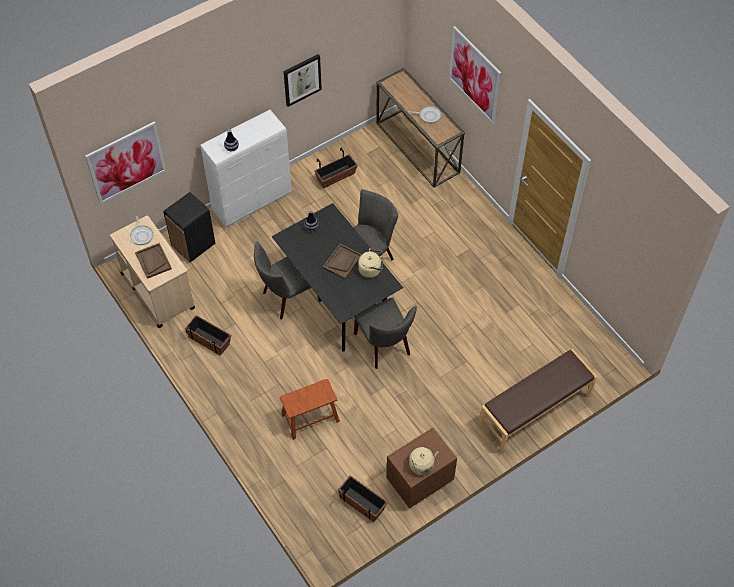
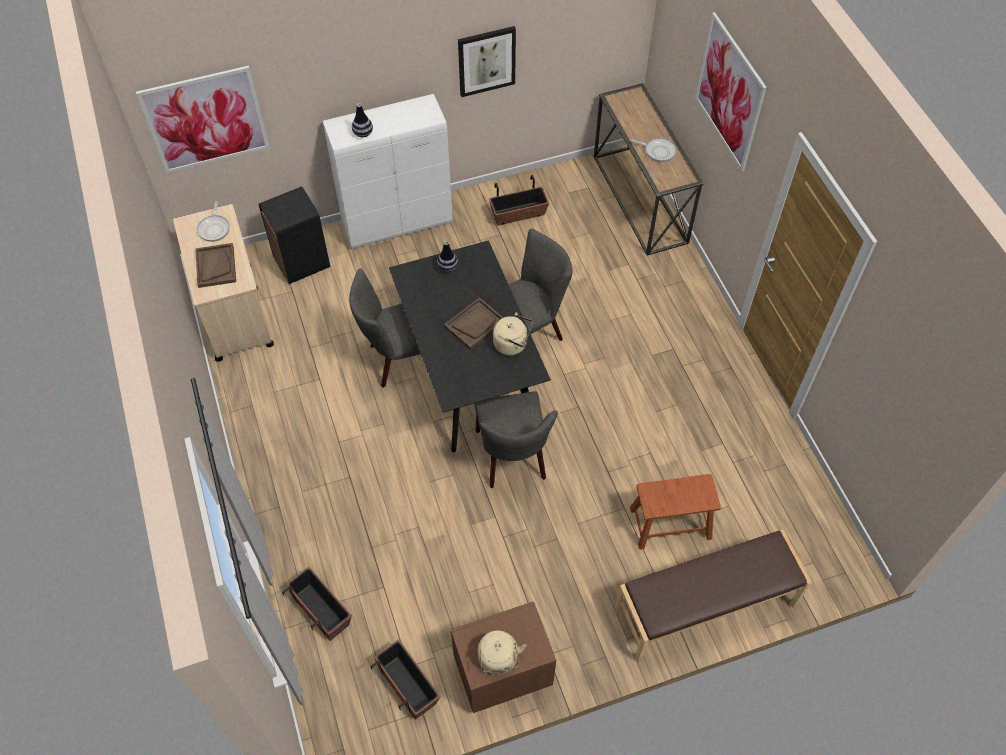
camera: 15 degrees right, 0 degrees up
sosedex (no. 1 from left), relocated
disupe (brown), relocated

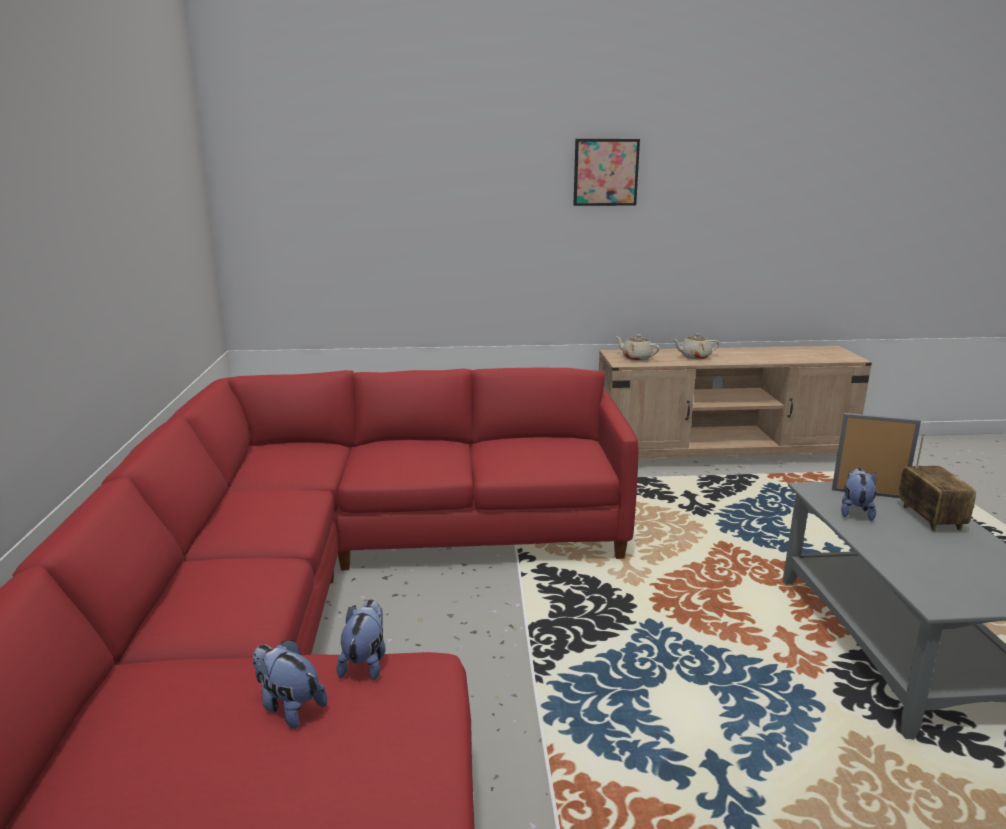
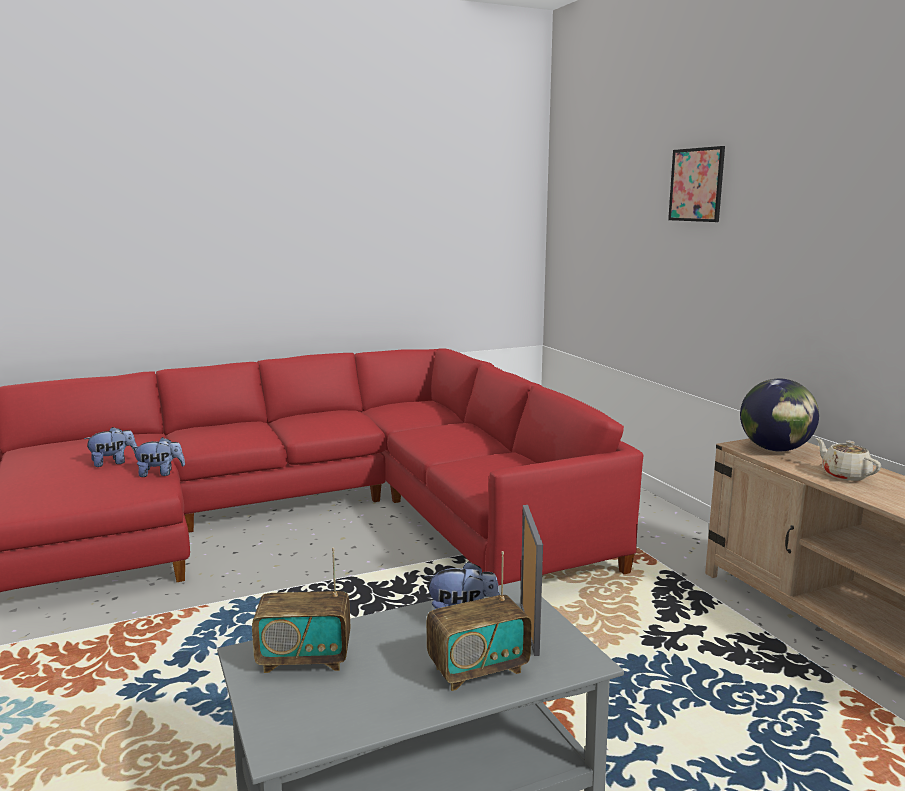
camera: 70 degrees right, 5 degrees down
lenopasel (no. 1 from left), 45 degrees clockwise
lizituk, relocated
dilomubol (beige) (no. 1 from left) -> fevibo
none -> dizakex (no. 1 from left)

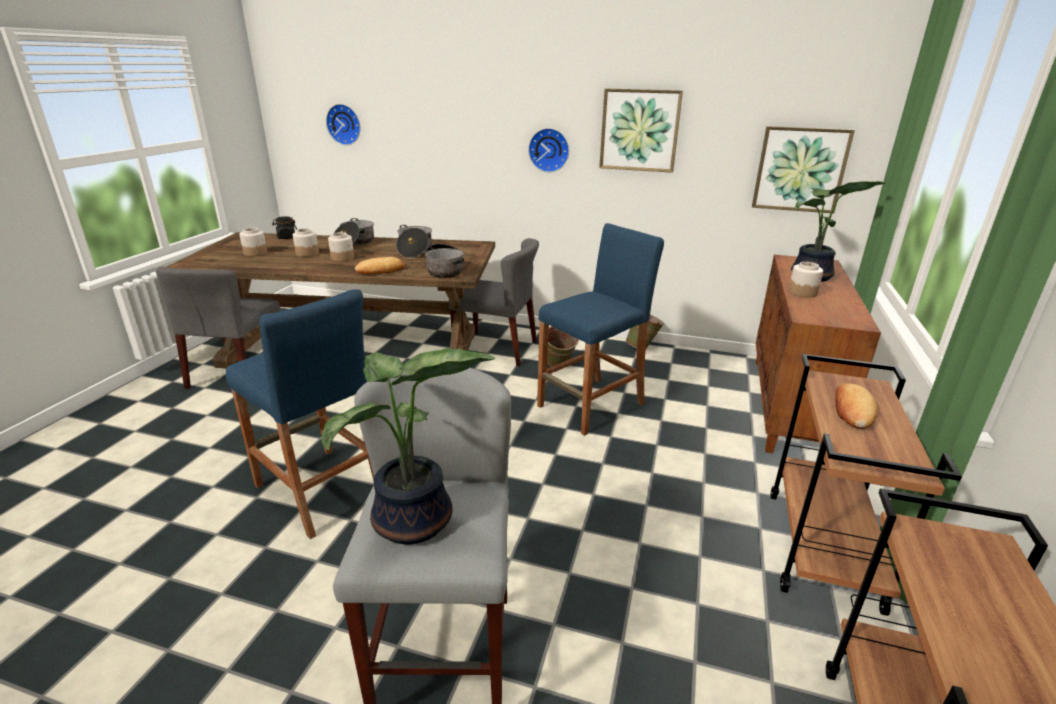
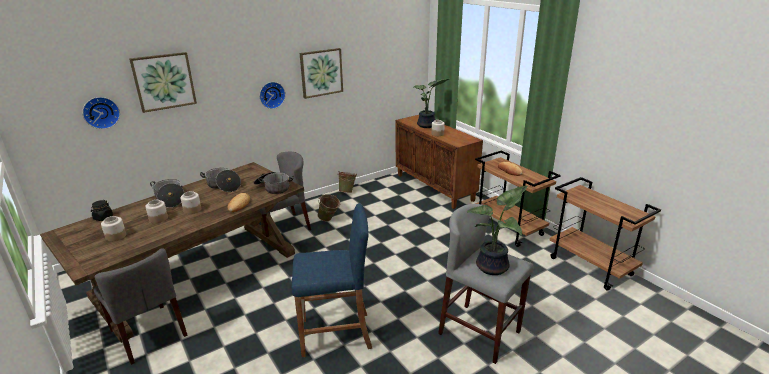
camera: 50 degrees left, 0 degrees up
disupe (blue) (no. 2 from left) -> none
lizituk (no. 2 from left in the first image) -> lizituk (no. 1 from left), relocated

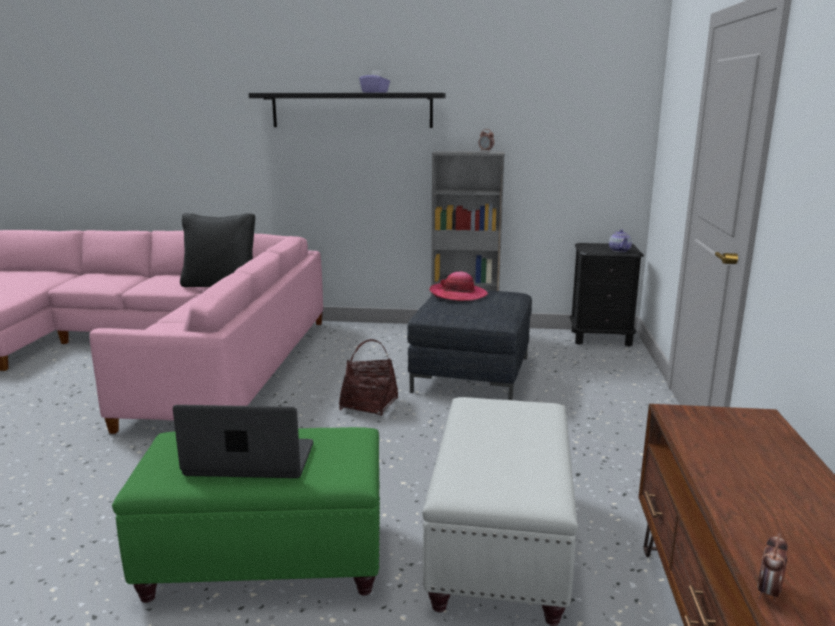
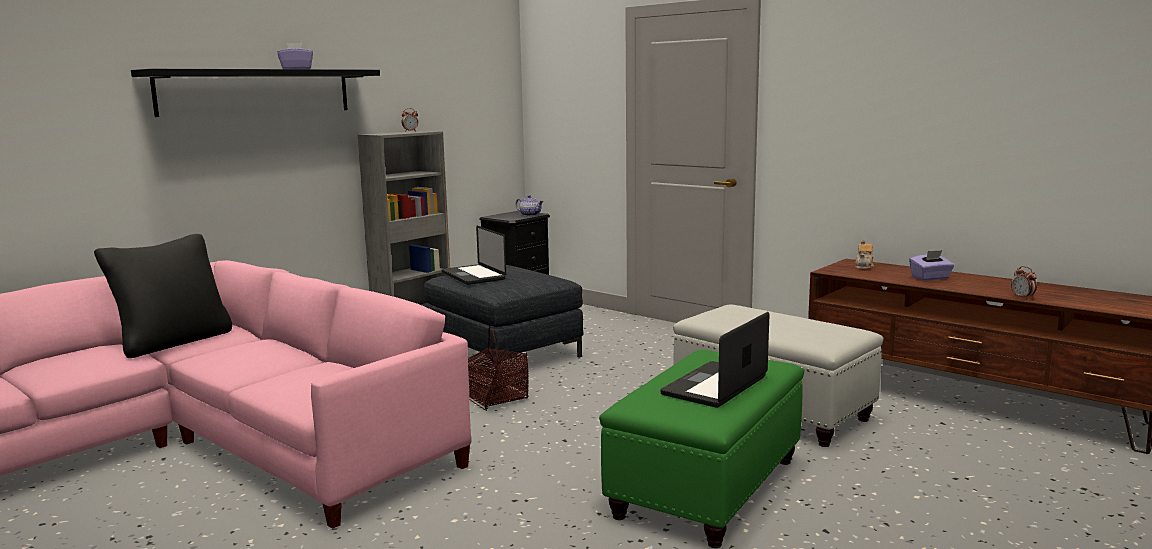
camera: 55 degrees left, 5 degrees down
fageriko -> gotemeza (no. 1 from left)
none -> dilomubol (no. 2 from left)
none -> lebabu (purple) (no. 2 from left)

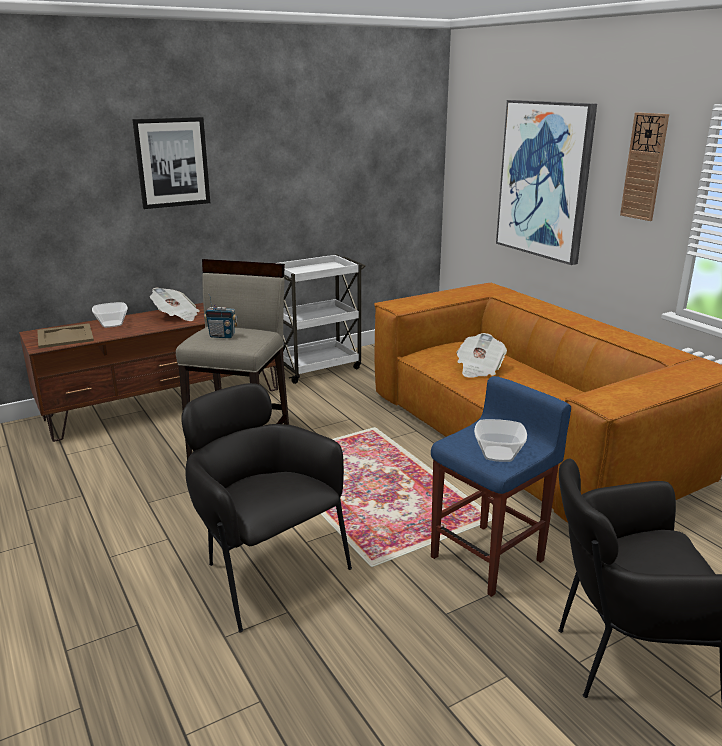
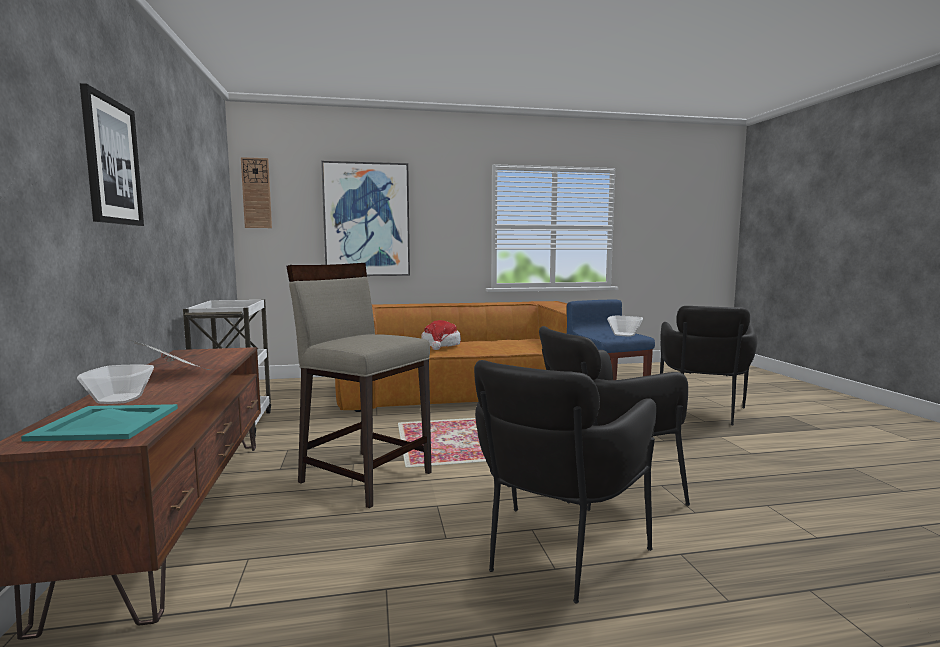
camera: 70 degrees left, 15 degrees down
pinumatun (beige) -> pinumatun (turquoise)
dizakex -> none
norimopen (no. 2 from left) -> fageriko
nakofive, relocated
none -> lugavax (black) (no. 1 from left)

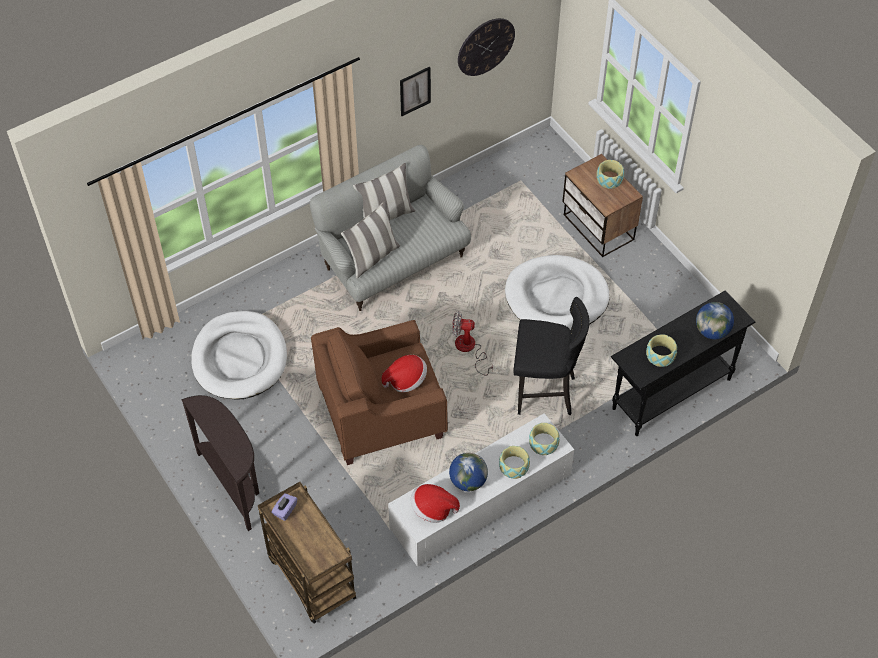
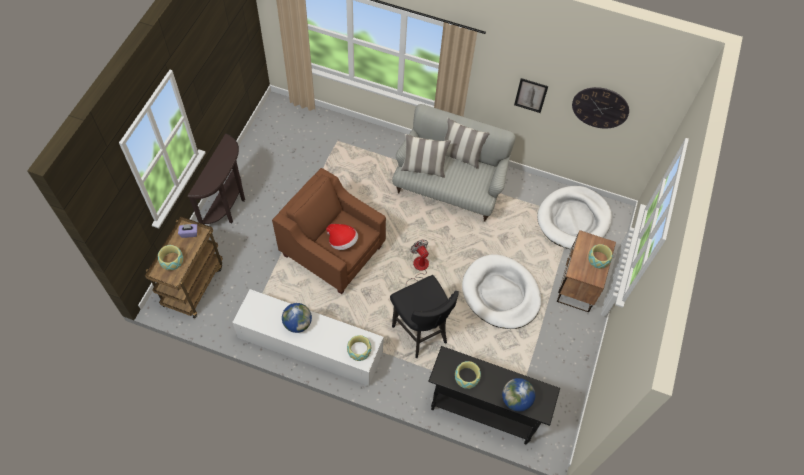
camera: 50 degrees right, 5 degrees up
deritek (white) (no. 1 from left in the first image) -> deritek (white) (no. 2 from left), relocated
fageriko (no. 2 from left) -> none
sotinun (no. 1 from left), relocated

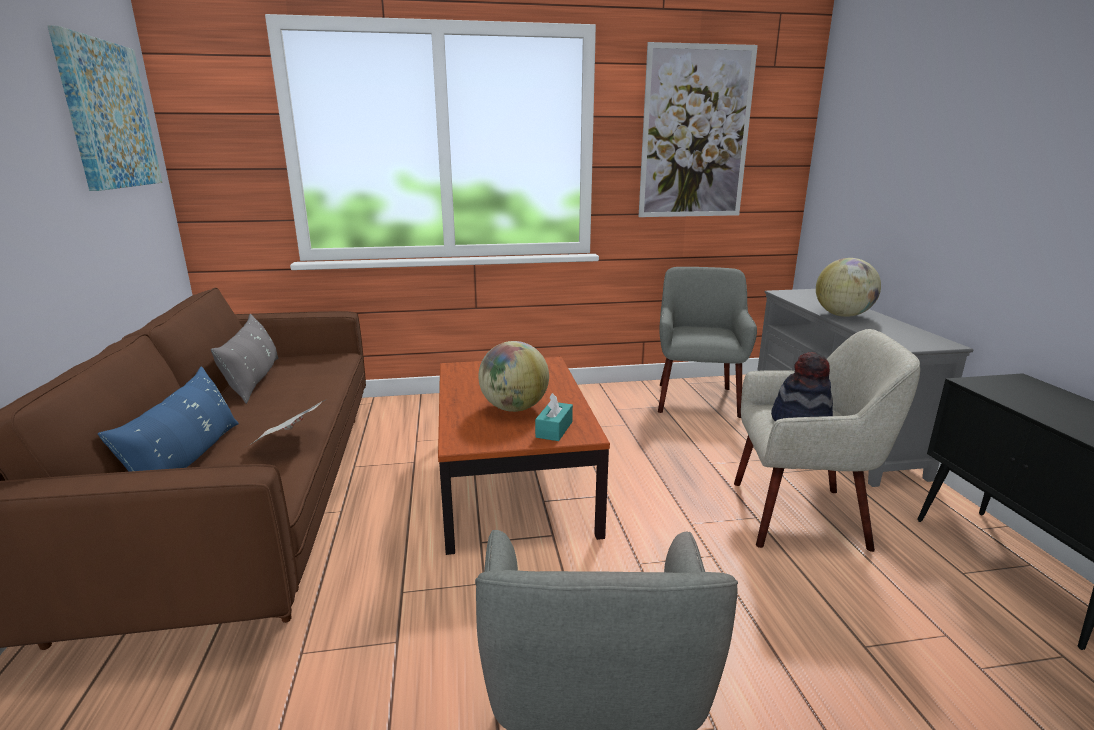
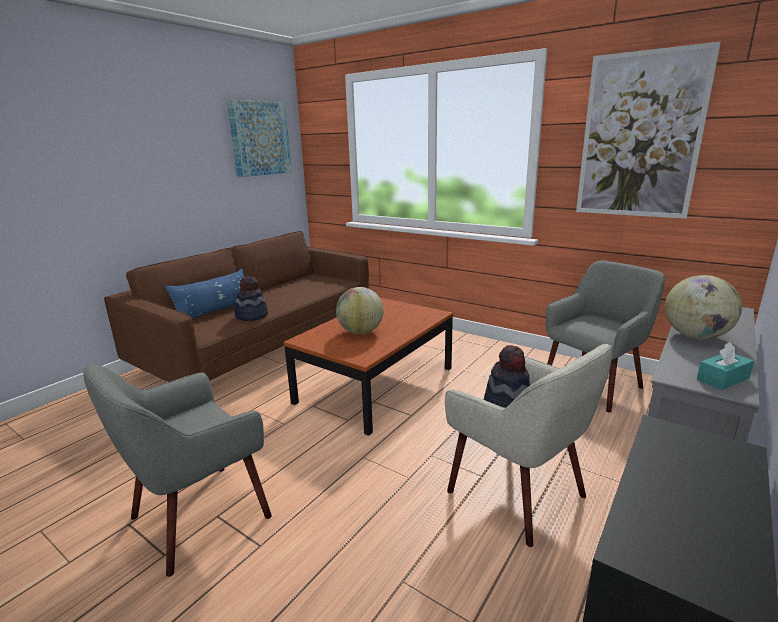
camera: 45 degrees right, 0 degrees up
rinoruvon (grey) -> none
norimopen -> fageriko (no. 1 from left)
lebabu (turquoise), relocated

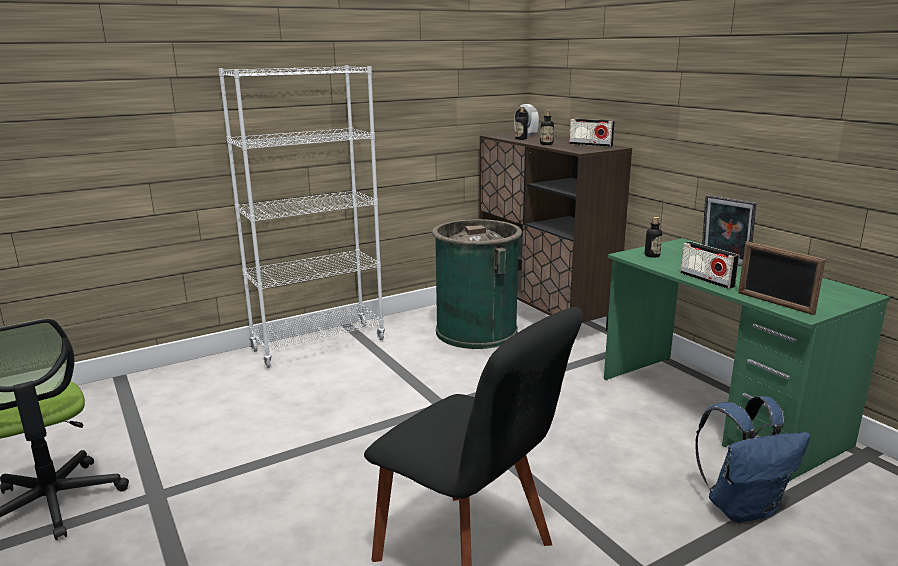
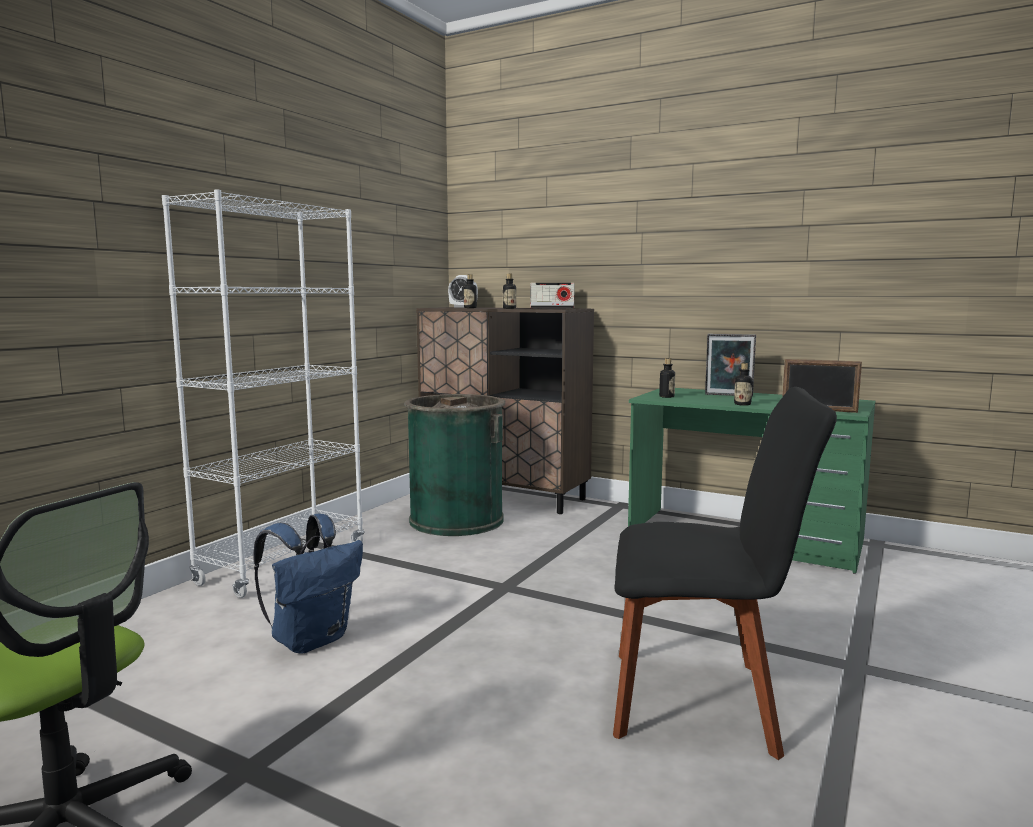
camera: 30 degrees left, 10 degrees down
dizakex (no. 2 from left) -> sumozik (no. 4 from left)
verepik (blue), relocated

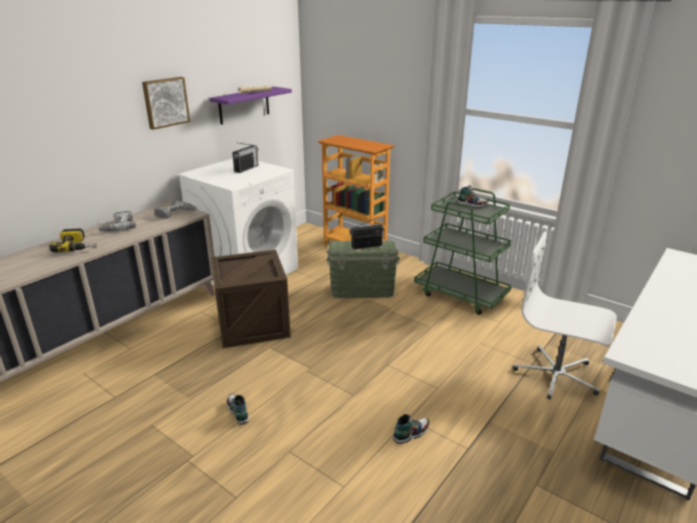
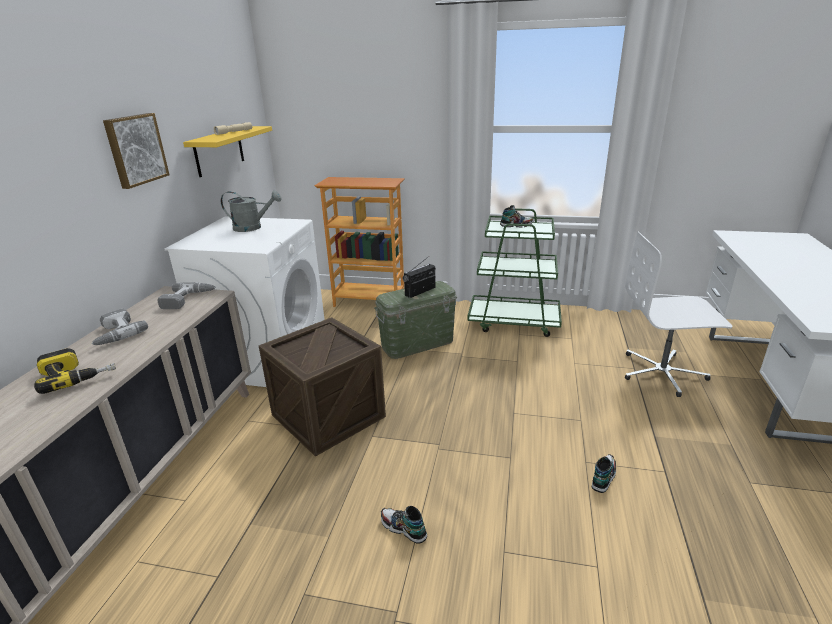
camera: 25 degrees left, 0 degrees up
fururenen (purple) -> fururenen (yellow)
dizakex (no. 1 from left) -> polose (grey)

